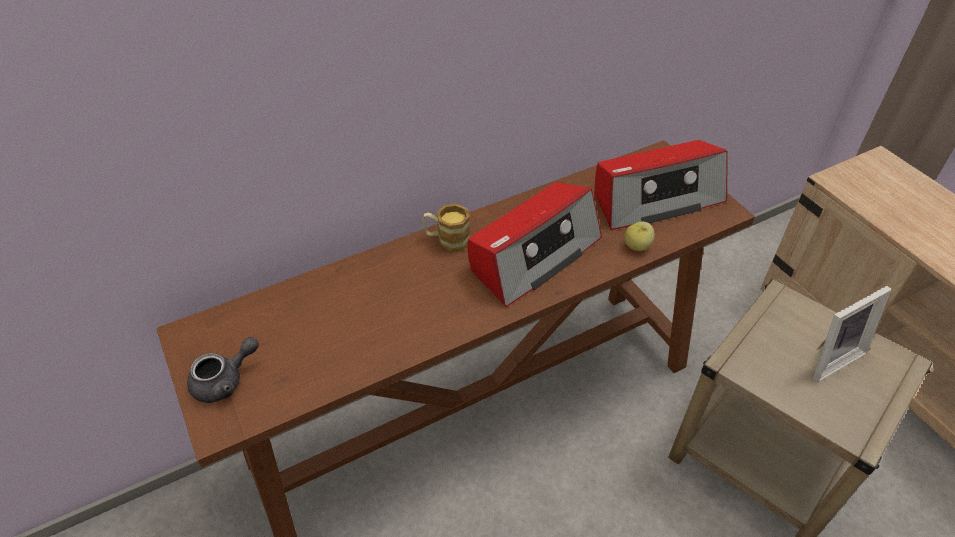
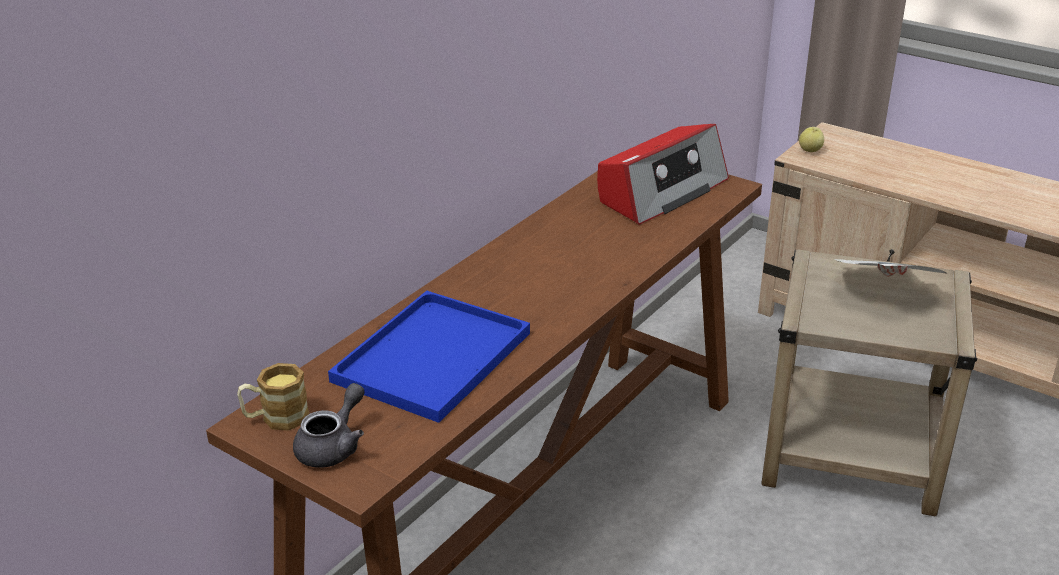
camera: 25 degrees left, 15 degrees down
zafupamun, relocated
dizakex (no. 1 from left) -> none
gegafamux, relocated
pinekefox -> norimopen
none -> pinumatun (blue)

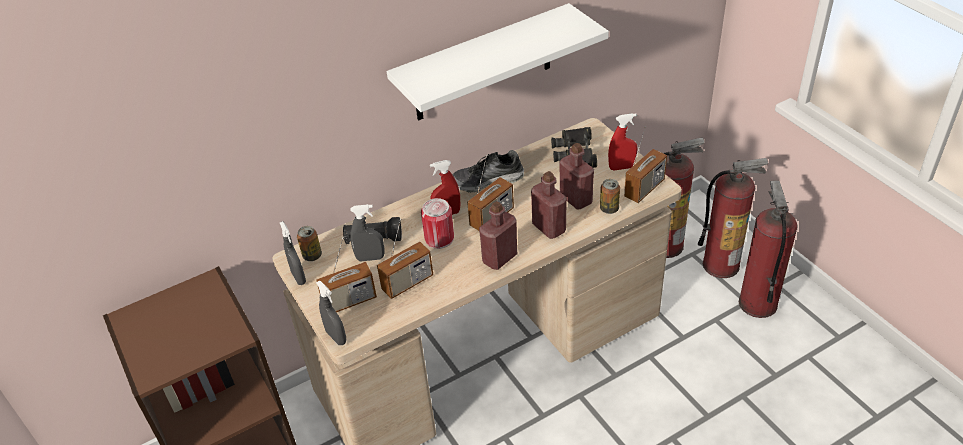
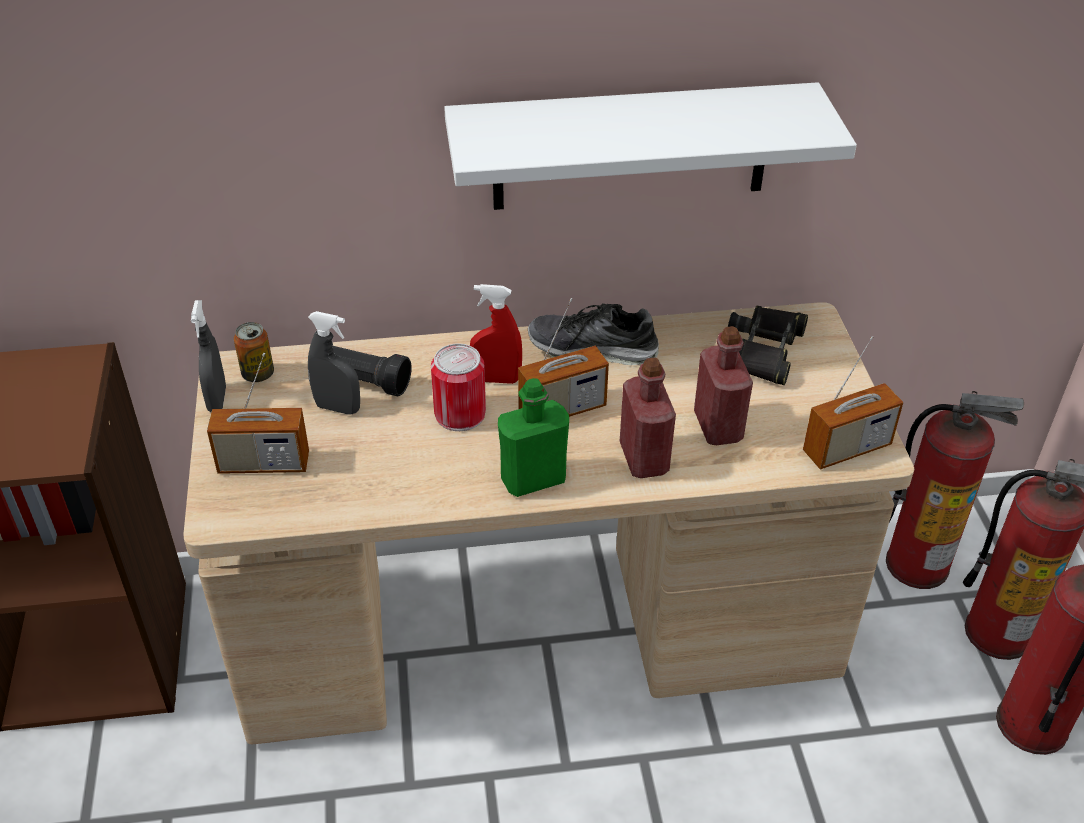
camera: 20 degrees right, 0 degrees up
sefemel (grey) (no. 2 from left) -> none
dizakex (no. 2 from left) -> none
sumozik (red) (no. 1 from left) -> sumozik (green)
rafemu (no. 3 from left) -> none
sefemel (red) (no. 2 from left) -> none

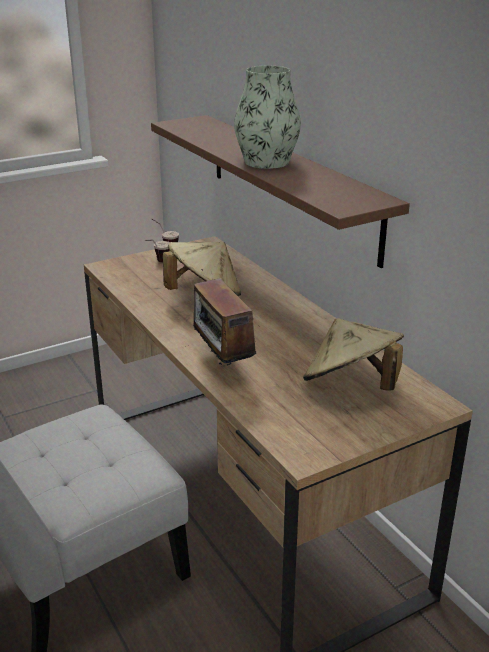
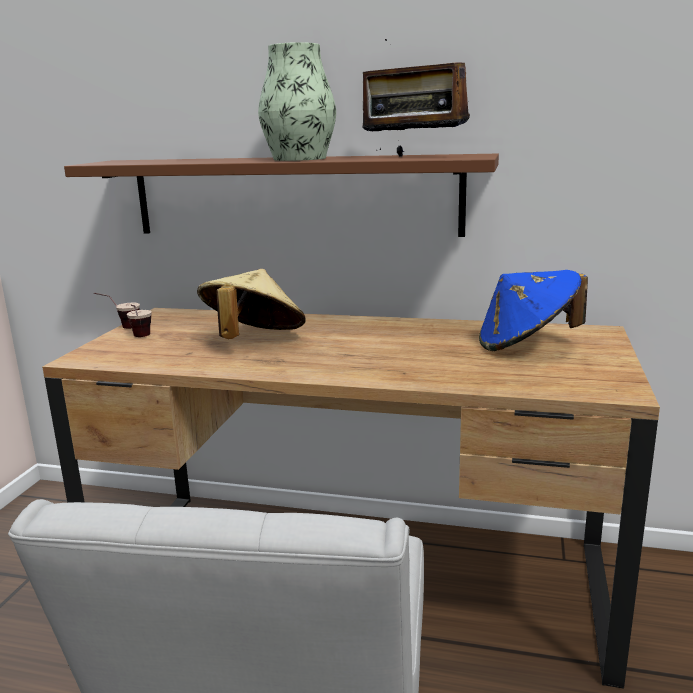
camera: 45 degrees left, 10 degrees down
dizakex, relocated
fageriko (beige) (no. 2 from left) -> fageriko (blue)

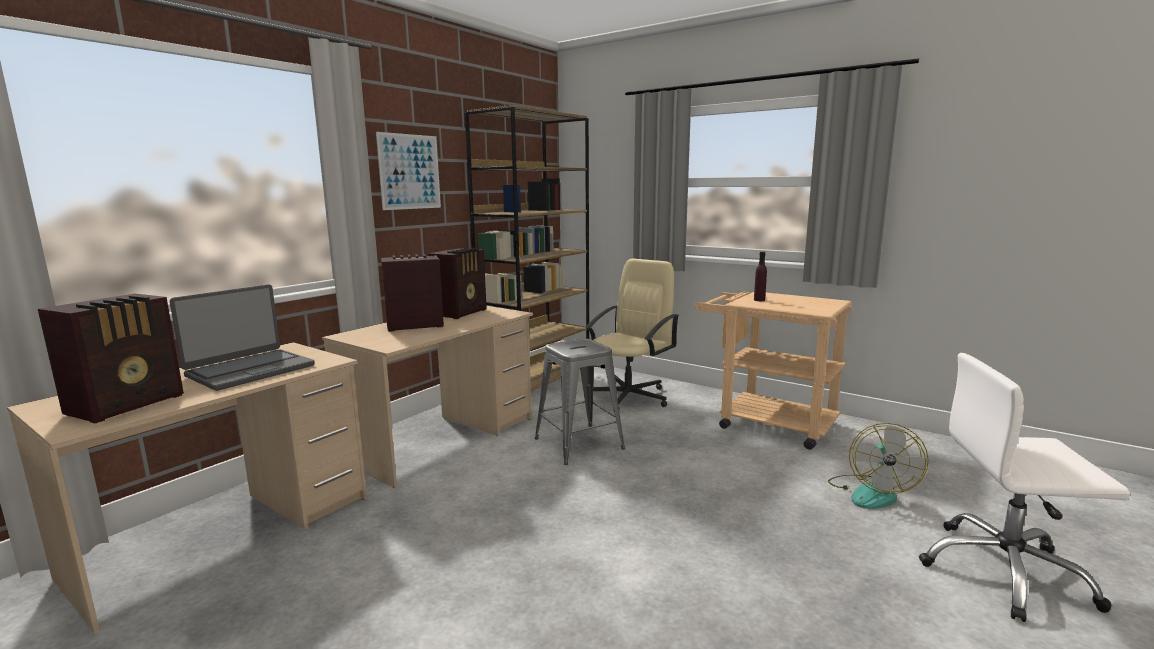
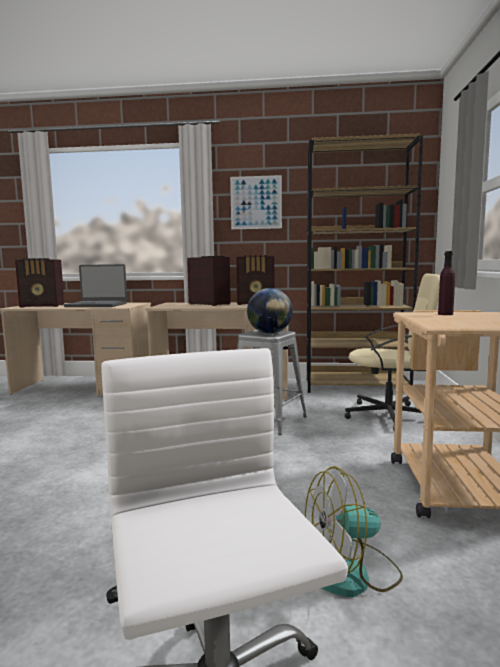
camera: 60 degrees right, 5 degrees down
none -> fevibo

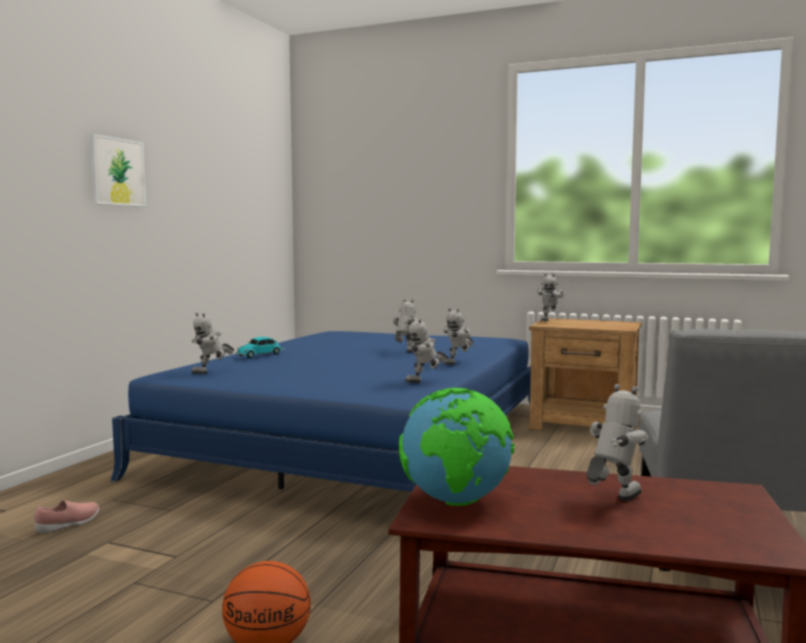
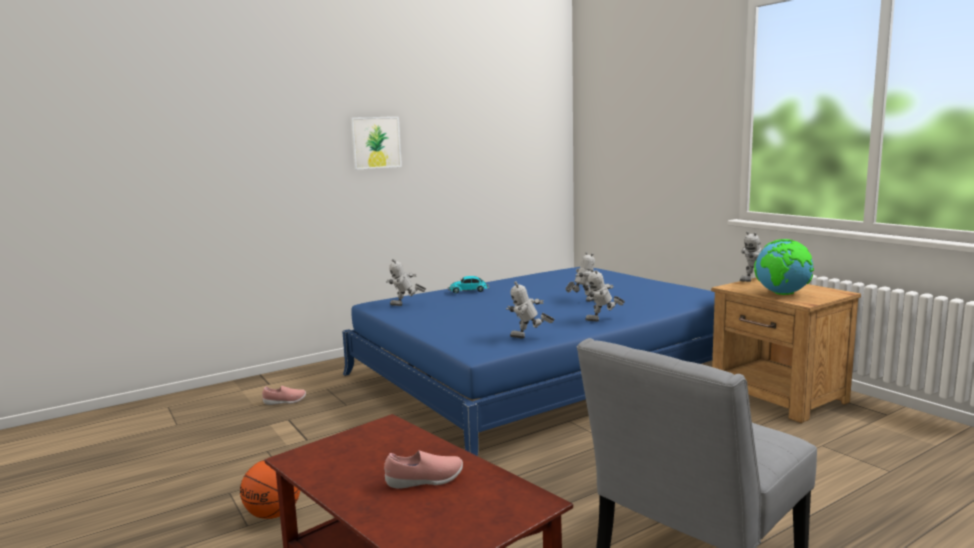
camera: 35 degrees right, 5 degrees up
fevibo, relocated
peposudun (no. 6 from left) -> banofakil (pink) (no. 2 from left)

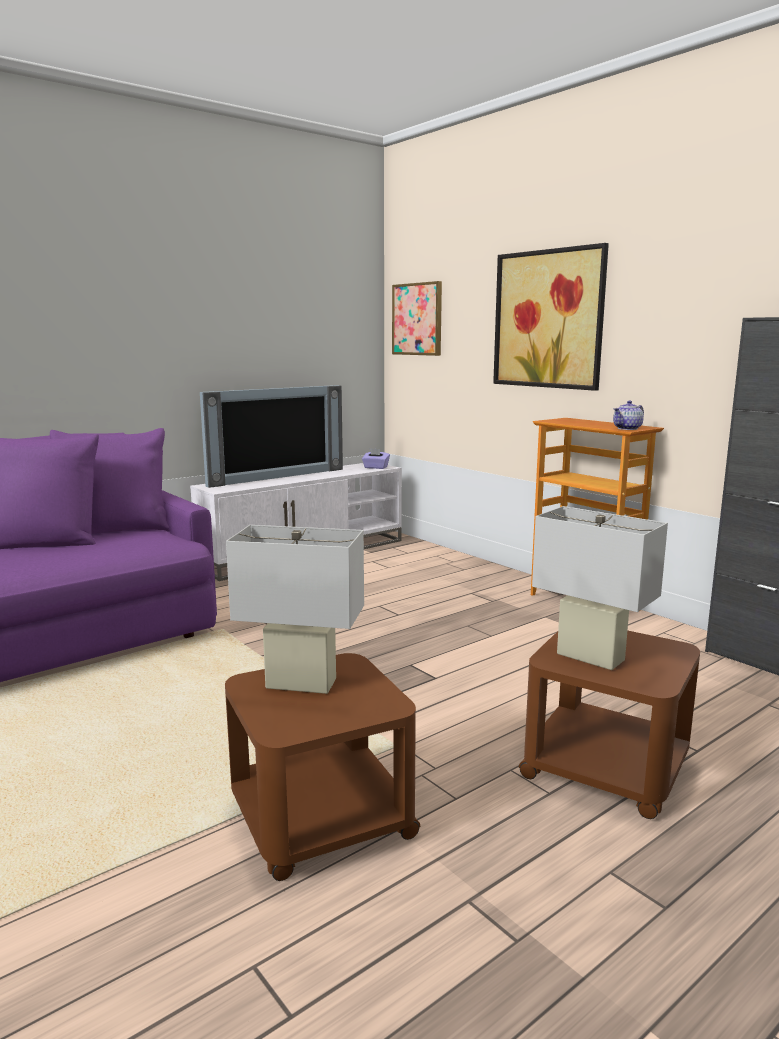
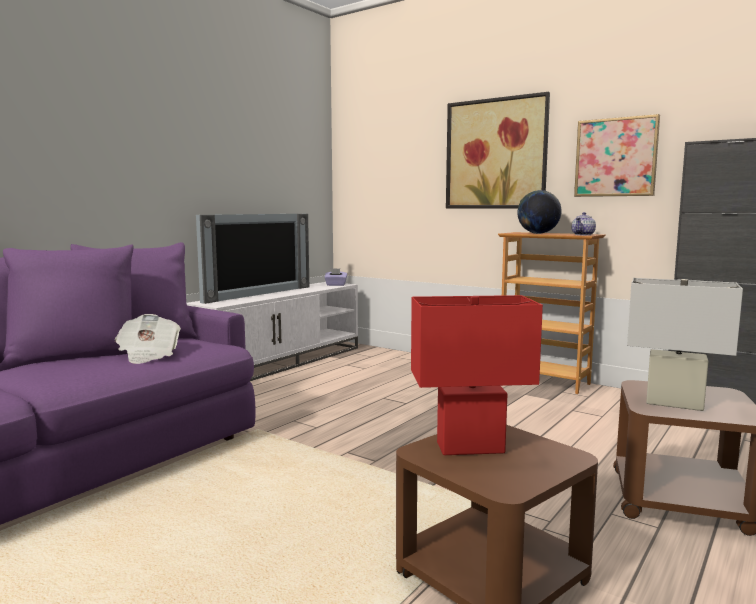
camera: 15 degrees left, 5 degrees down
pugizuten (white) (no. 1 from left) -> pugizuten (red)
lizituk (no. 1 from left in the first image) -> lizituk (no. 2 from left), relocated
none -> norimopen
none -> fevibo

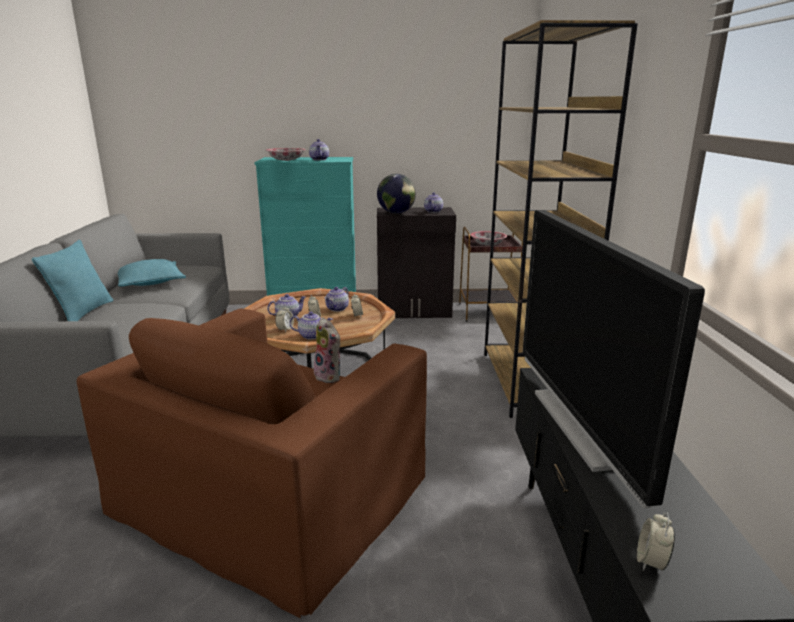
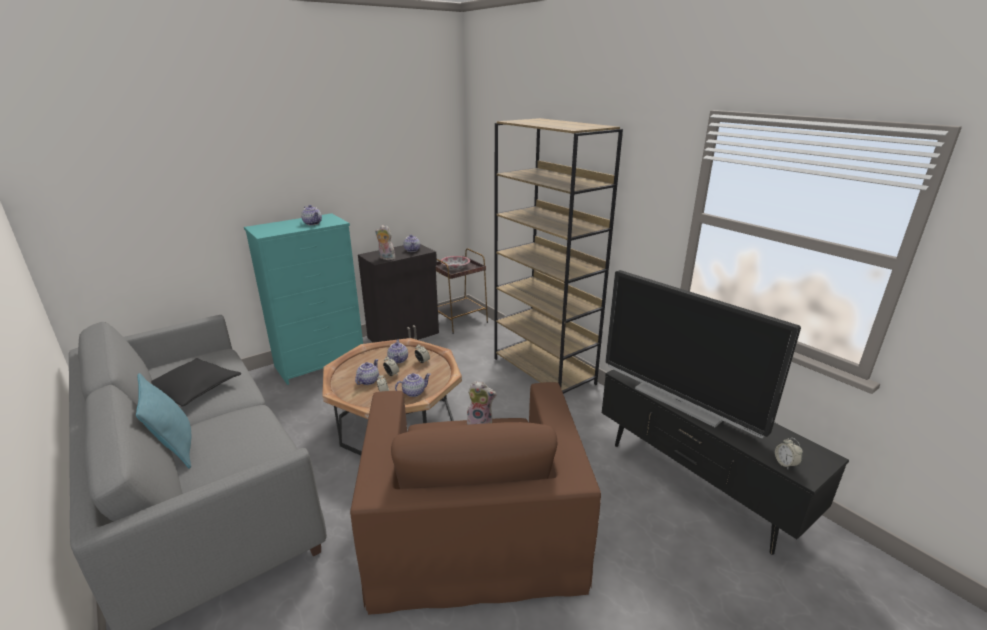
camera: 35 degrees left, 5 degrees up
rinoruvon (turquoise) (no. 2 from left) -> rinoruvon (black)
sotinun (no. 1 from left) -> none
fevibo -> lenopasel (no. 1 from left)

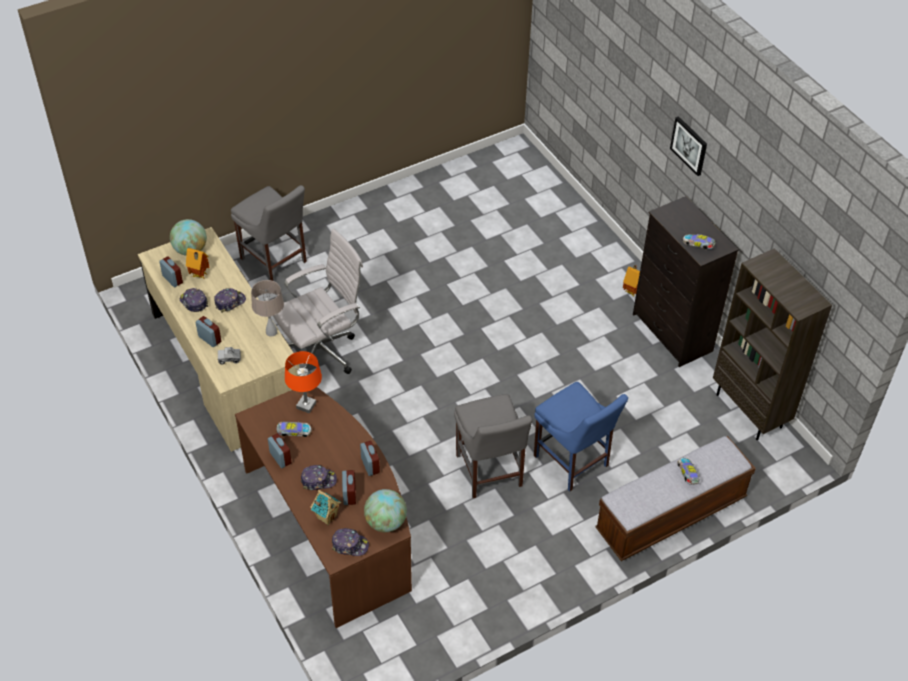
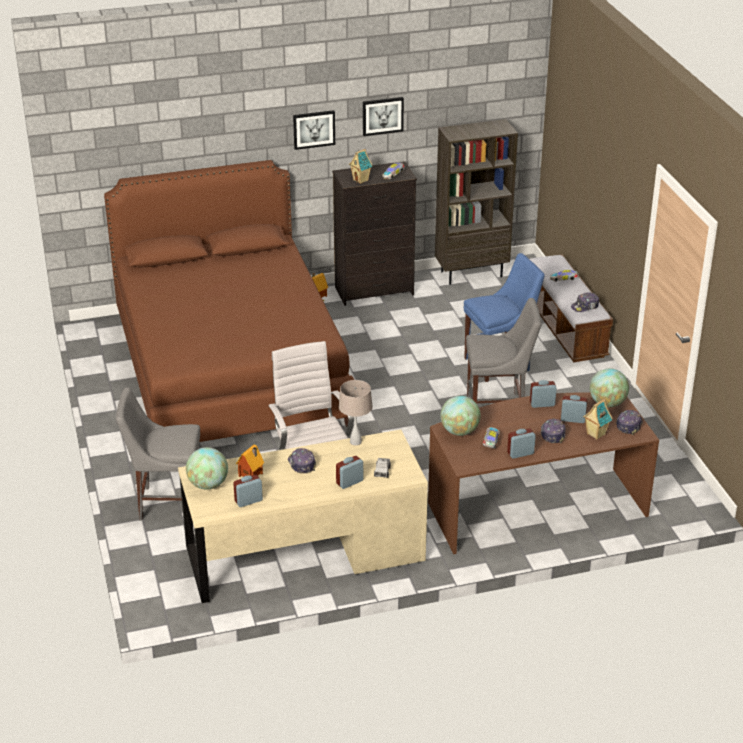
camera: 75 degrees left, 15 degrees down
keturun (no. 1 from left in the first image) -> keturun (no. 3 from left), relocated
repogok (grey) (no. 1 from left), 150 degrees counterclockwise
pugizuten (orange) -> fevibo (no. 2 from left)
none -> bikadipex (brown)
none -> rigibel (no. 3 from left)
none -> lizituk (no. 2 from left)

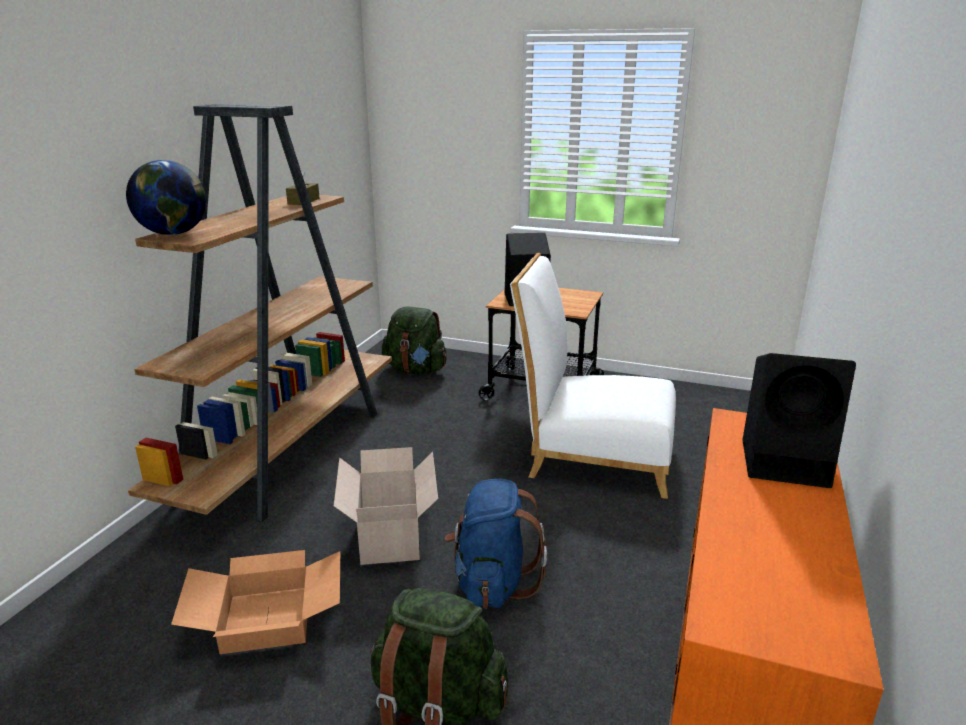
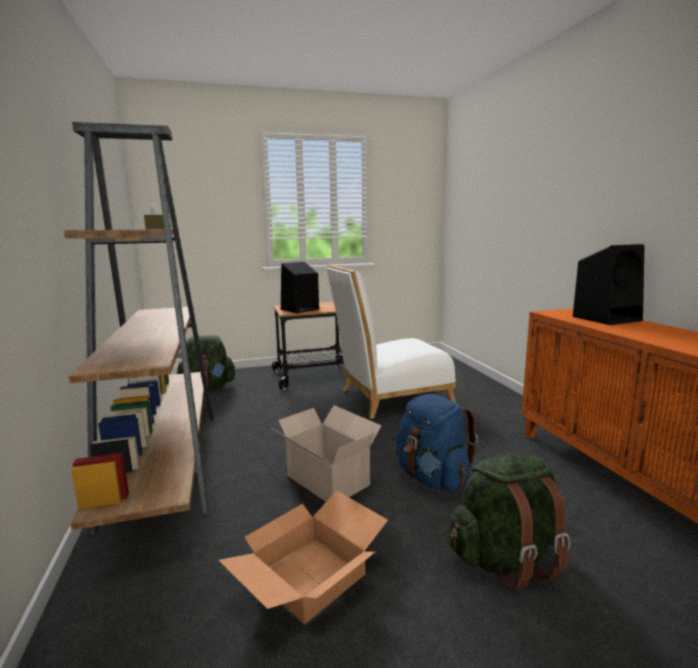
camera: 35 degrees left, 10 degrees down
fevibo -> none

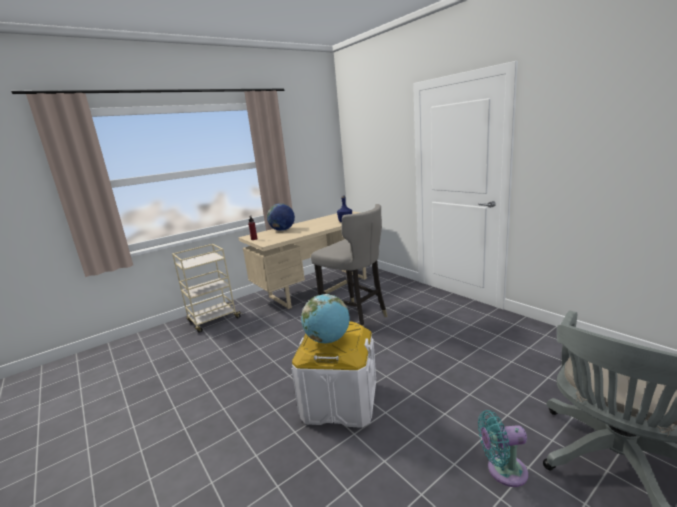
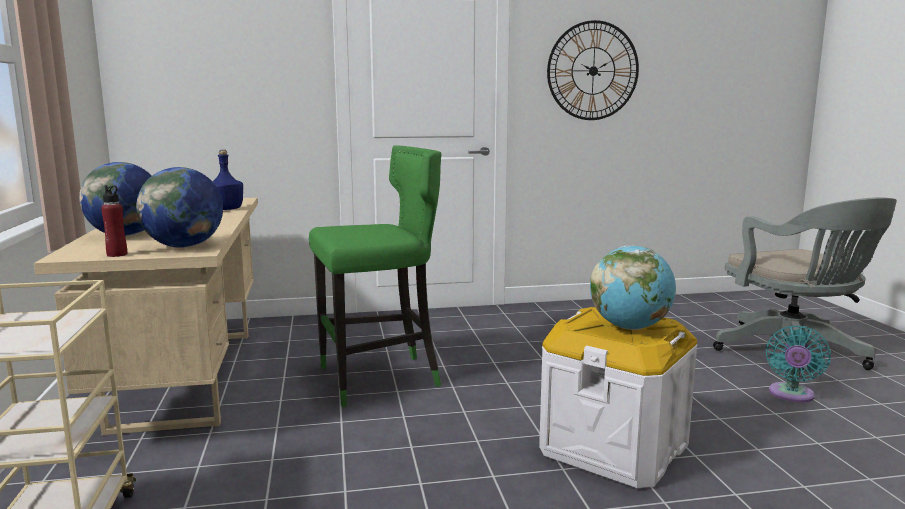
camera: 65 degrees left, 5 degrees down
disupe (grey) -> disupe (green)
none -> fevibo (no. 2 from left)
none -> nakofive

